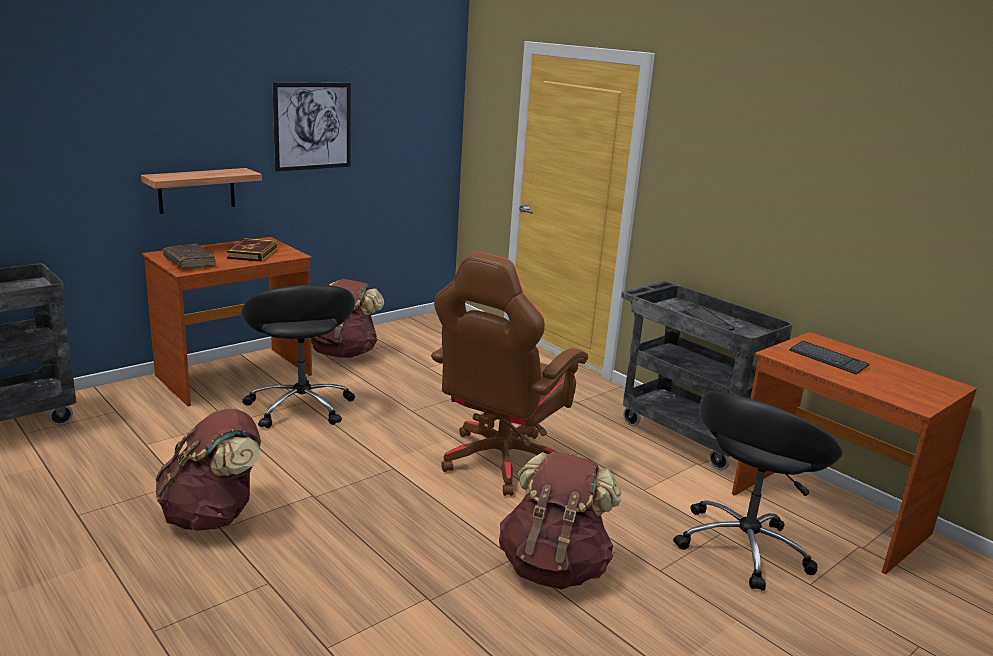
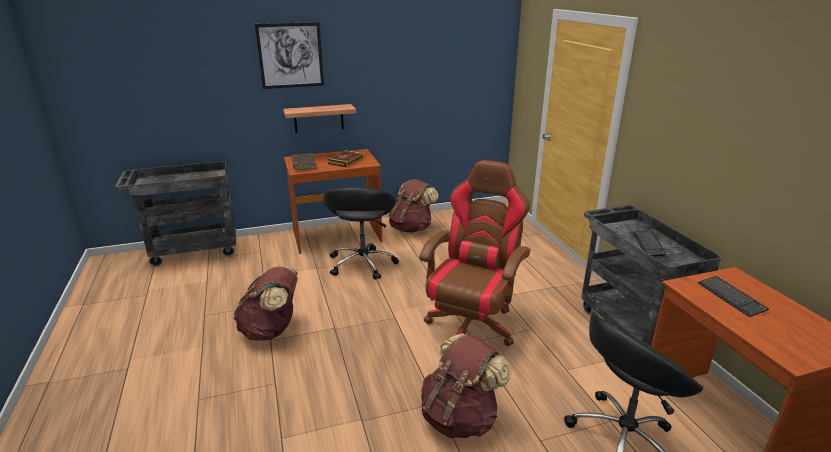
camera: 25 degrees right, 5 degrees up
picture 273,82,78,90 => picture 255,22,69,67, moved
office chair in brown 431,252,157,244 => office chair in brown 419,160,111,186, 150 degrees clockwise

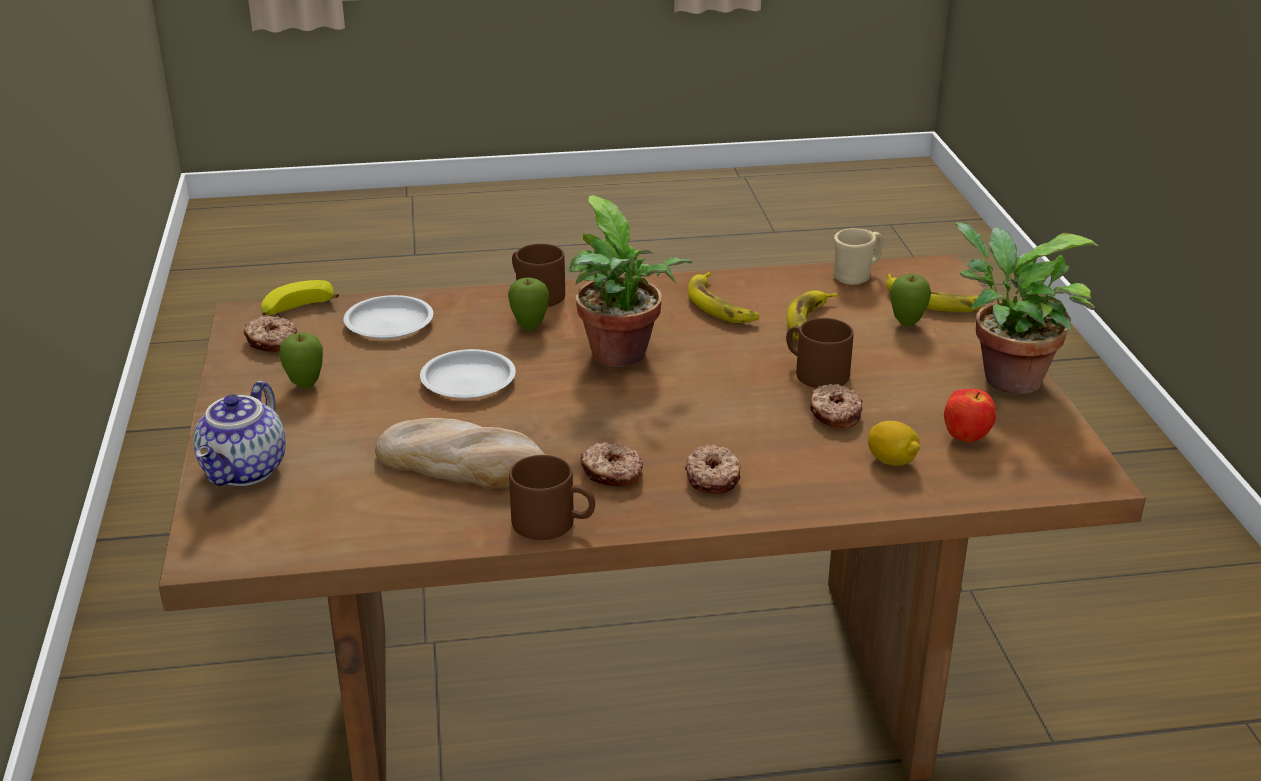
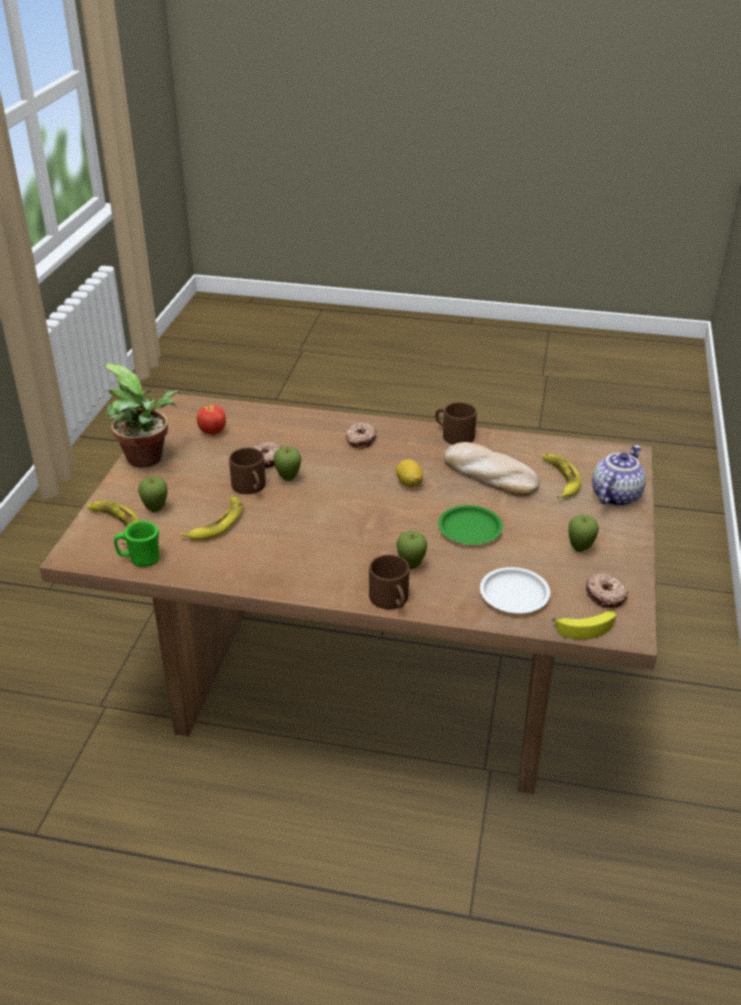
camera: 160 degrees left, 5 degrees up
potted plant 569,195,123,172 => nothing
mug in beige 833,228,50,57 => mug in green 114,521,46,46
banana 688,272,71,51 => banana 542,454,40,44, moved
plate in white 420,349,96,50 => plate in green 438,505,65,39
lemon 868,421,52,45 => lemon 396,459,27,28, moved
donut 580,442,63,45 => nothing
nothing => apple 273,446,28,35

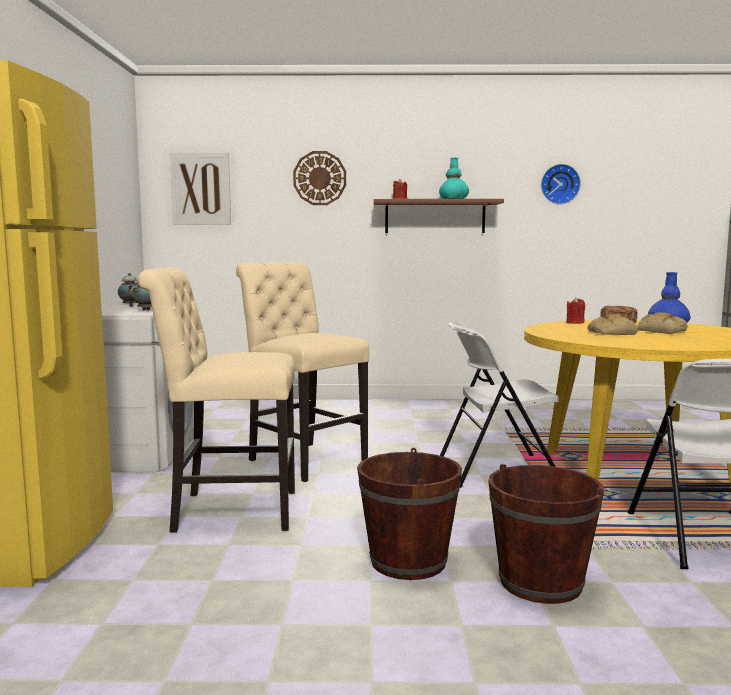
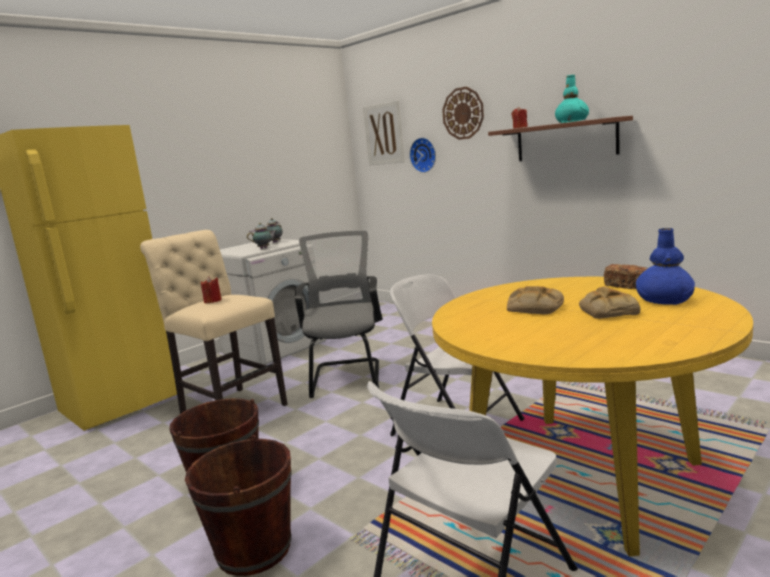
camera: 45 degrees right, 5 degrees up
wall clock 541,164,40,41 => wall clock 409,138,27,35, moved
stool in beige 236,262,133,220 => chair 295,230,88,168
candle in red 566,297,19,27 => candle in red 201,276,21,27, moved

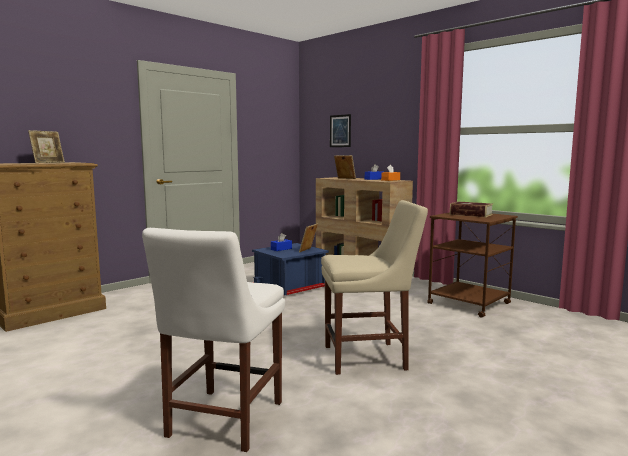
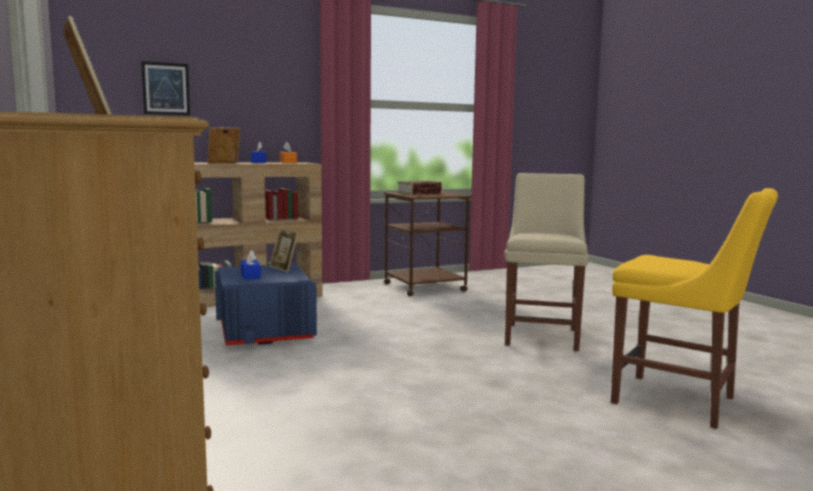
camera: 70 degrees left, 0 degrees up
chair in white 142,228,143,224 => chair in yellow 611,188,167,241

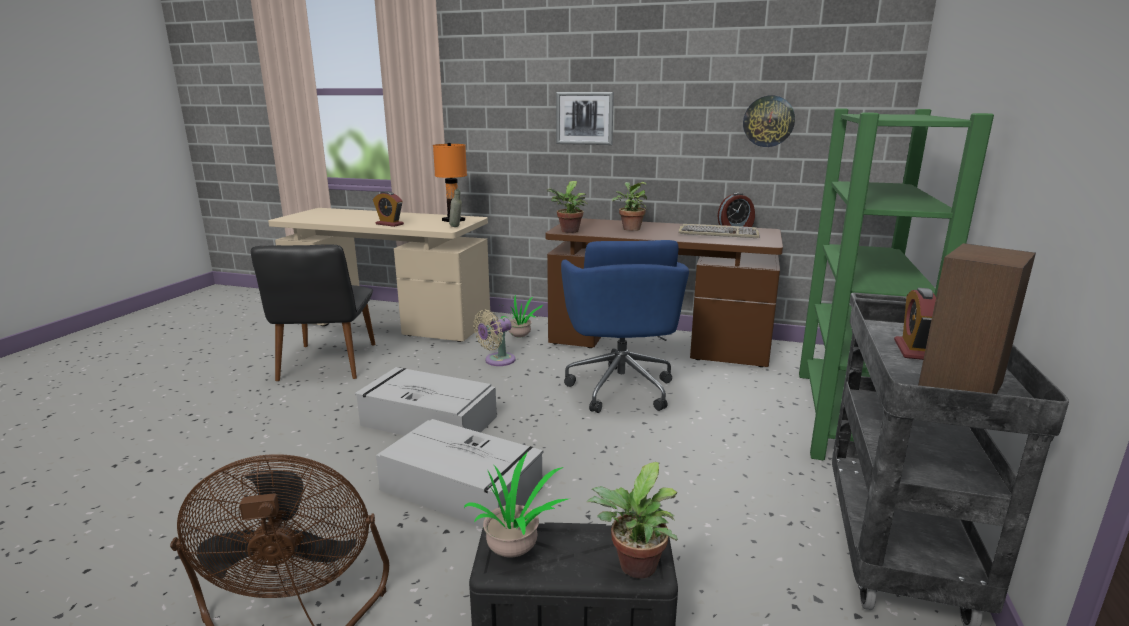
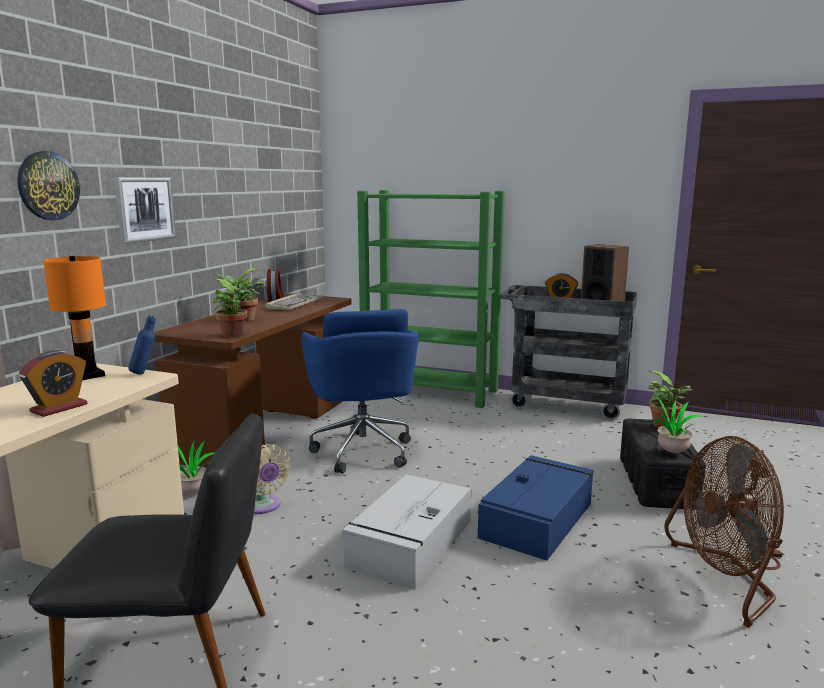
camera: 85 degrees left, 5 degrees down
wall clock 743,95,52,52 => wall clock 17,151,63,69, moved
bottle in grey 449,189,13,38 => bottle in blue 129,316,27,58
office chair in blue 561,240,128,173 => office chair in blue 301,309,118,165, 75 degrees clockwise
storage box in grey 376,419,168,109 => storage box in blue 478,455,116,105

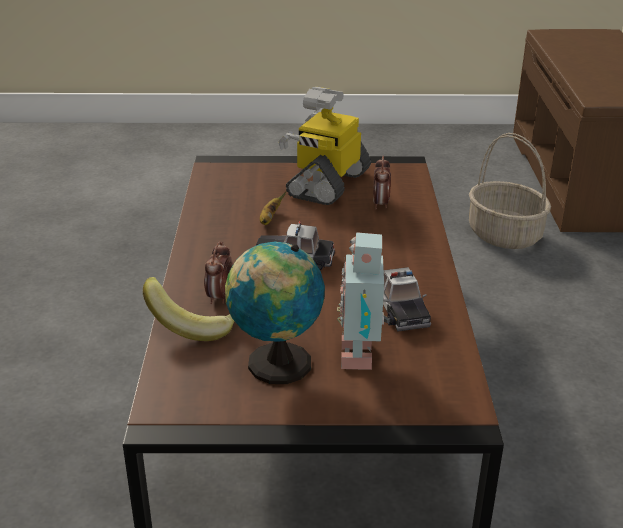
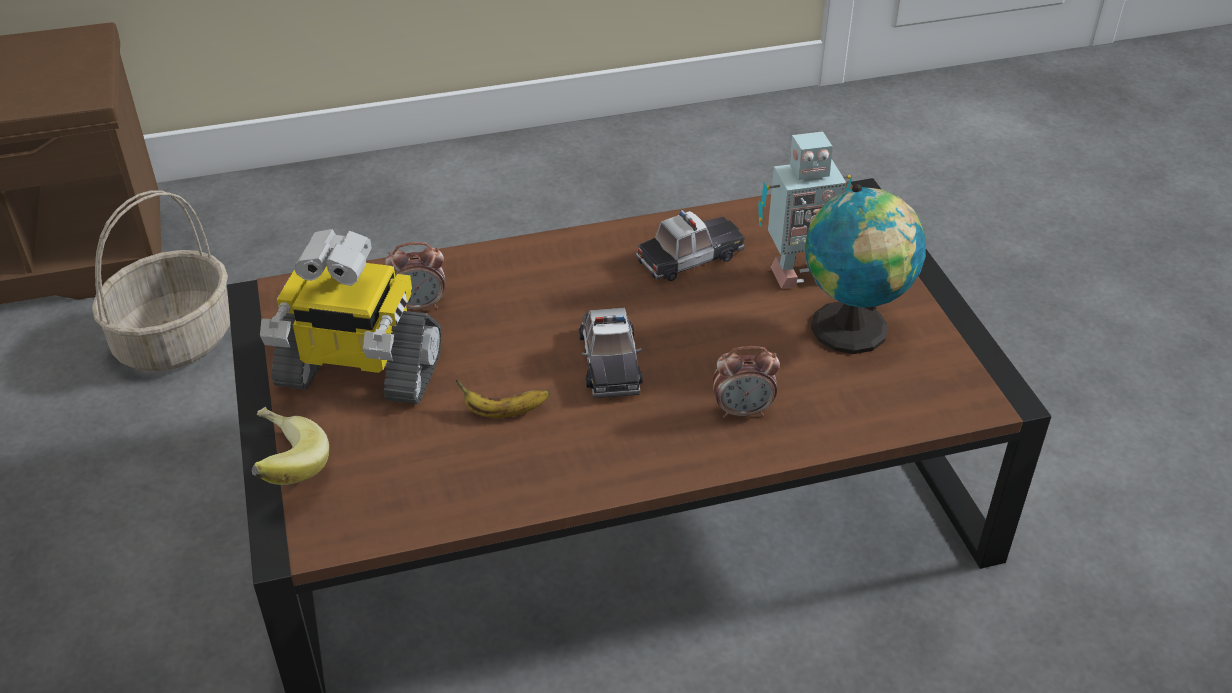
camera: 105 degrees left, 10 degrees up
banana 143,277,91,64 => banana 252,407,77,78, moved

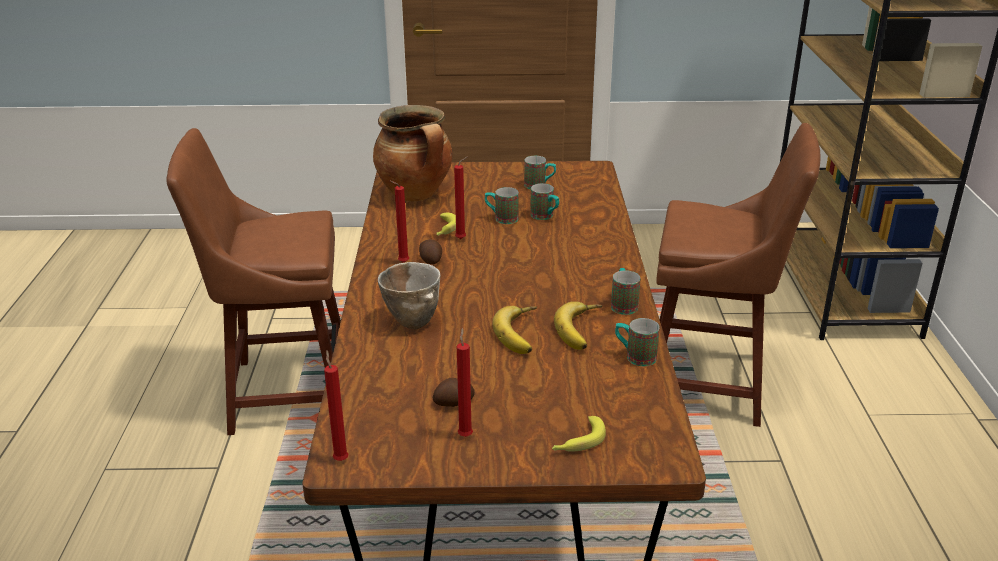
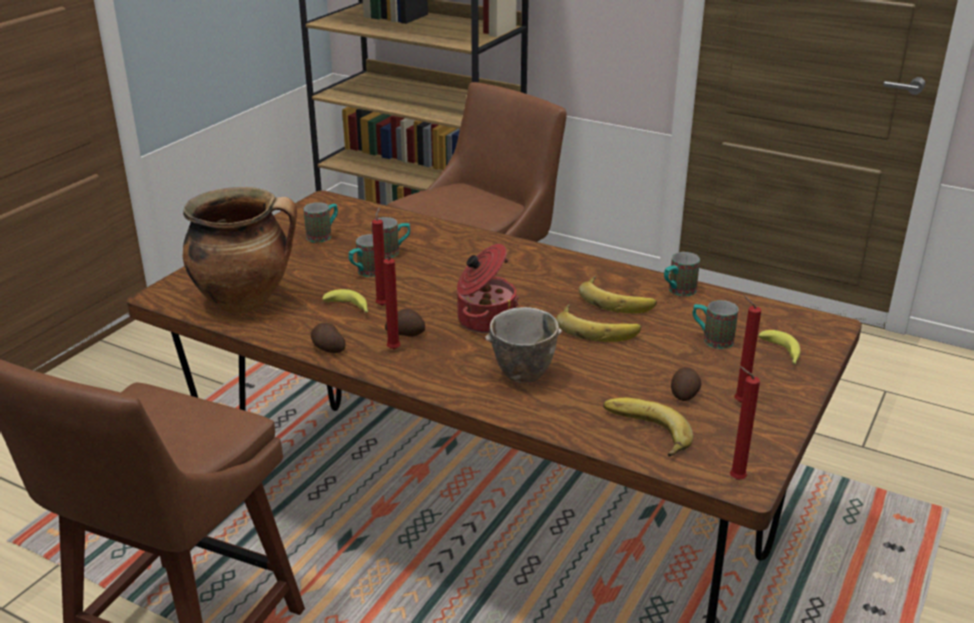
camera: 60 degrees left, 0 degrees up
mug 611,268,29,47 => mug 693,300,46,49, moved
nothing => cooking pot 457,244,62,89
nothing => potato 311,323,35,30
nothing => banana 603,398,90,59

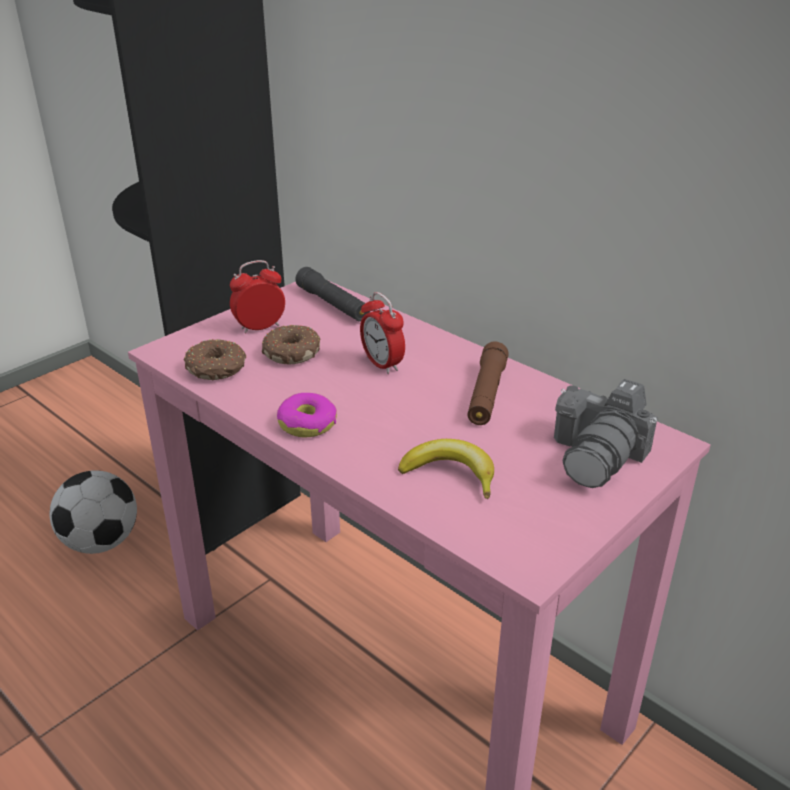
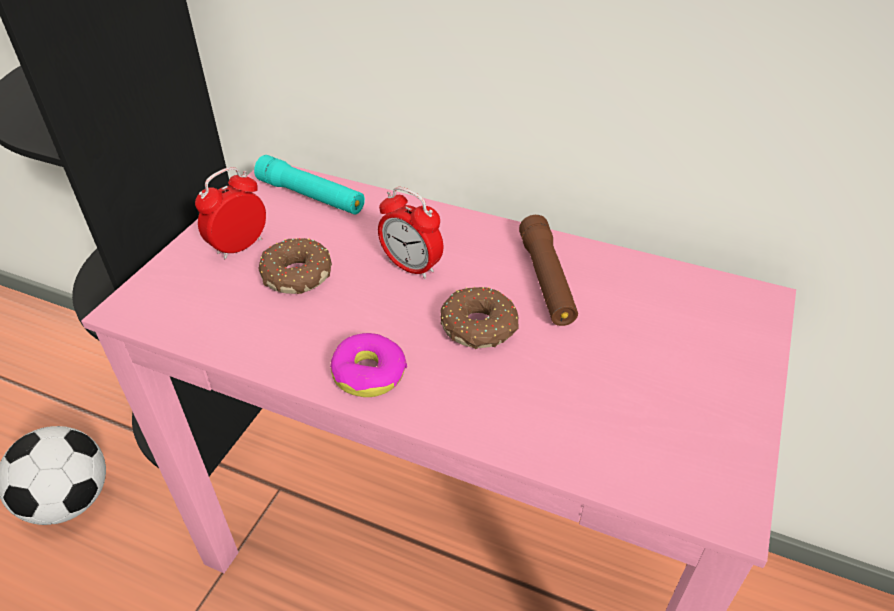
camera: 20 degrees left, 10 degrees up
flashlight in black 295,267,75,55 => flashlight in turquoise 254,155,111,59
donut 184,339,62,41 => donut 440,287,78,62, moved
photo camera 554,379,104,109 => nothing
banana 398,439,96,60 => nothing

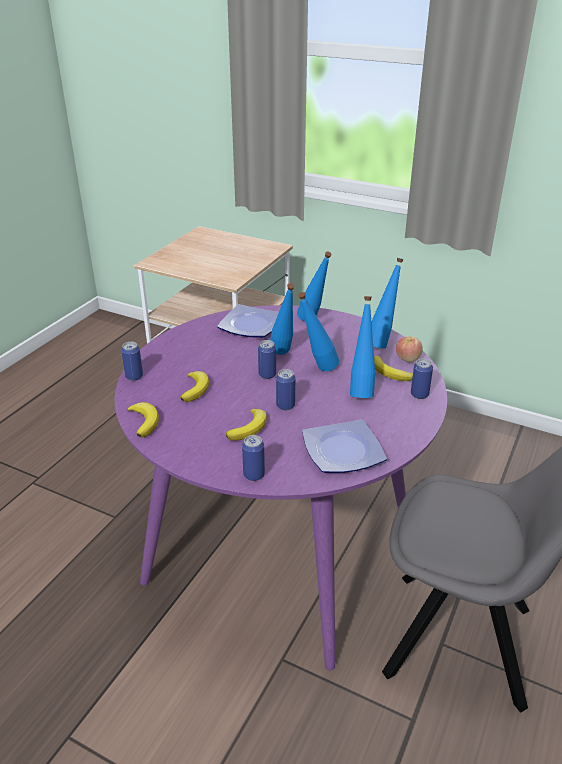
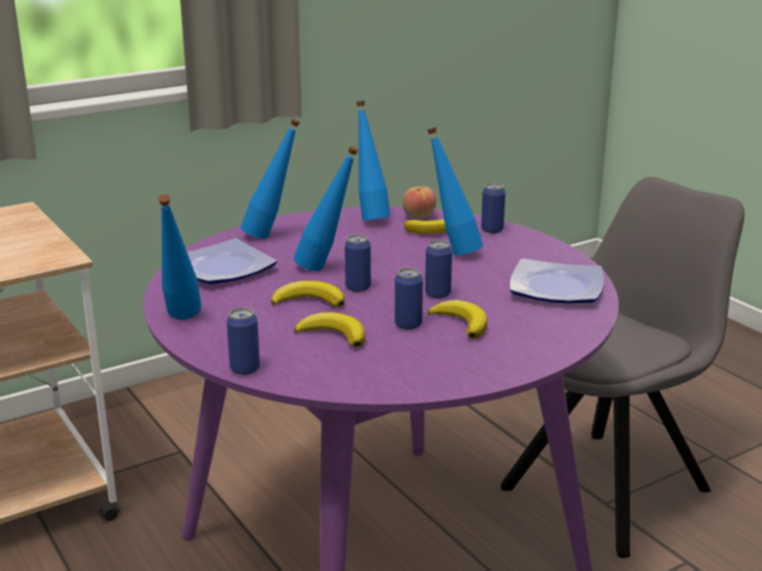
camera: 60 degrees left, 10 degrees down
bottle in blue 298,292,41,79 => bottle in blue 158,194,43,125, moved
banana 127,402,32,35 => banana 271,281,74,26, moved
can 242,435,23,46 => can 395,268,28,62, moved

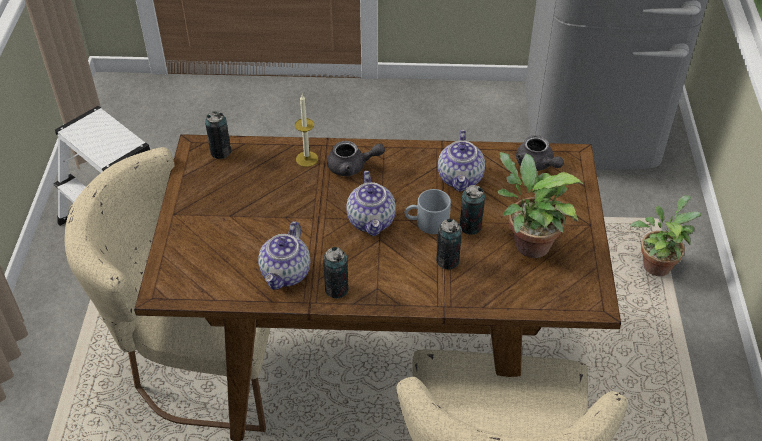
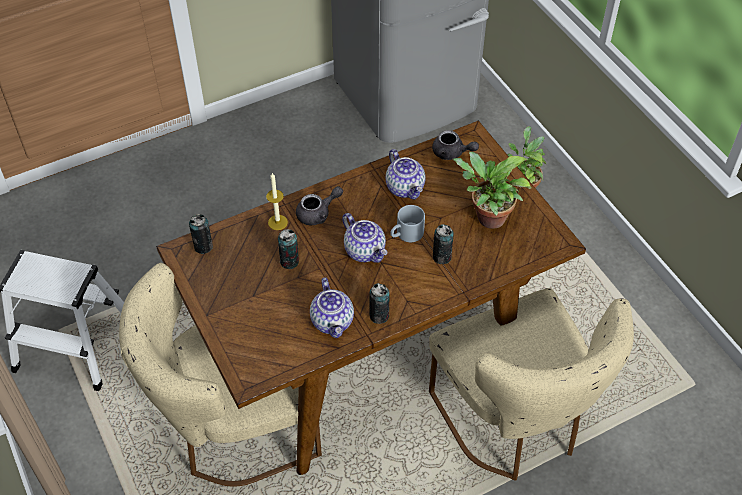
camera: 30 degrees left, 5 degrees up
can 459,185,26,50 => can 278,229,21,40, moved

